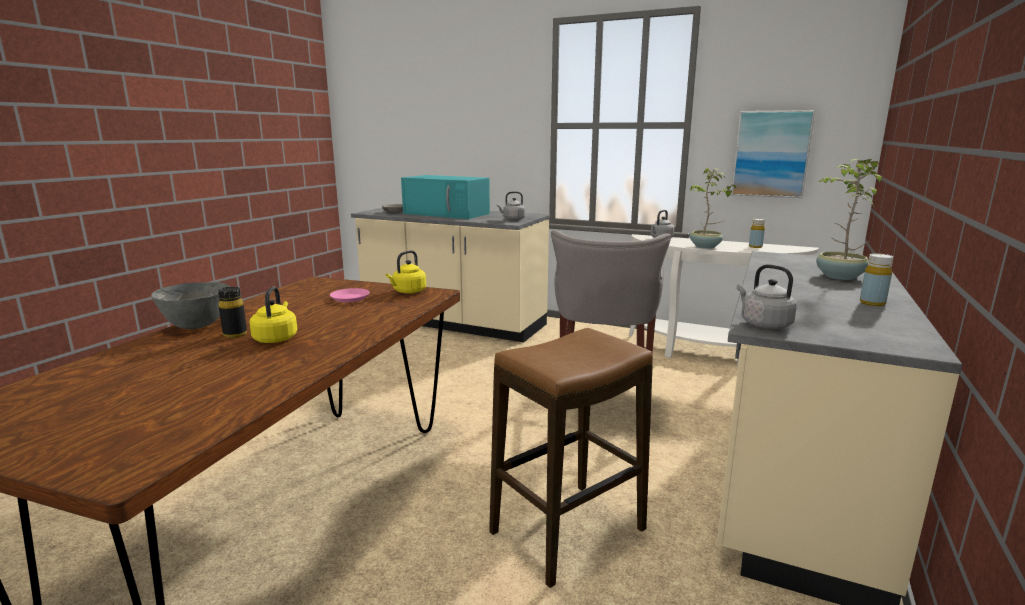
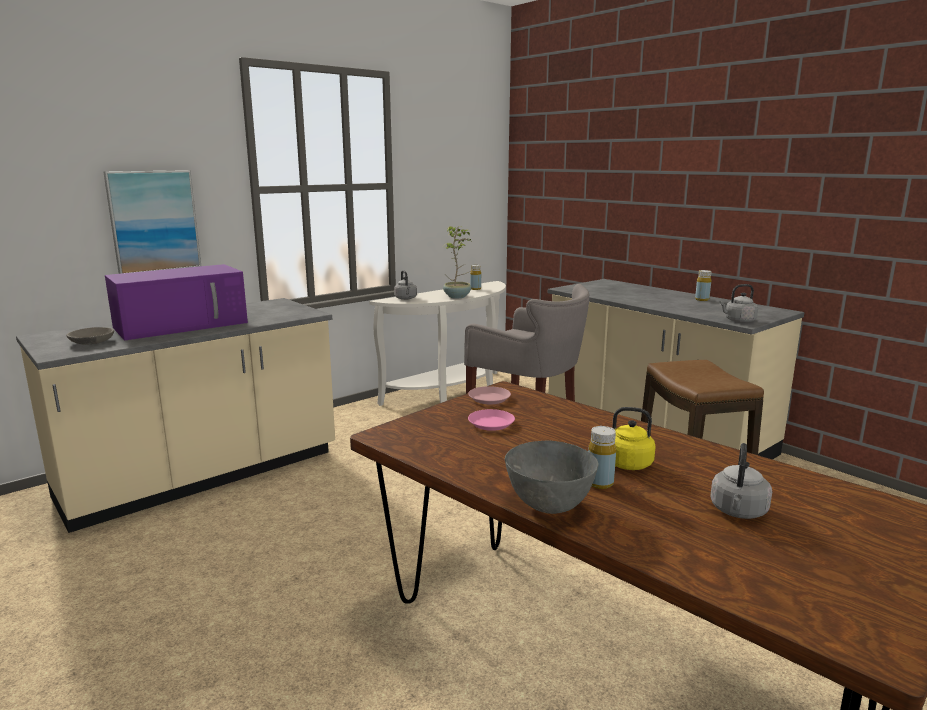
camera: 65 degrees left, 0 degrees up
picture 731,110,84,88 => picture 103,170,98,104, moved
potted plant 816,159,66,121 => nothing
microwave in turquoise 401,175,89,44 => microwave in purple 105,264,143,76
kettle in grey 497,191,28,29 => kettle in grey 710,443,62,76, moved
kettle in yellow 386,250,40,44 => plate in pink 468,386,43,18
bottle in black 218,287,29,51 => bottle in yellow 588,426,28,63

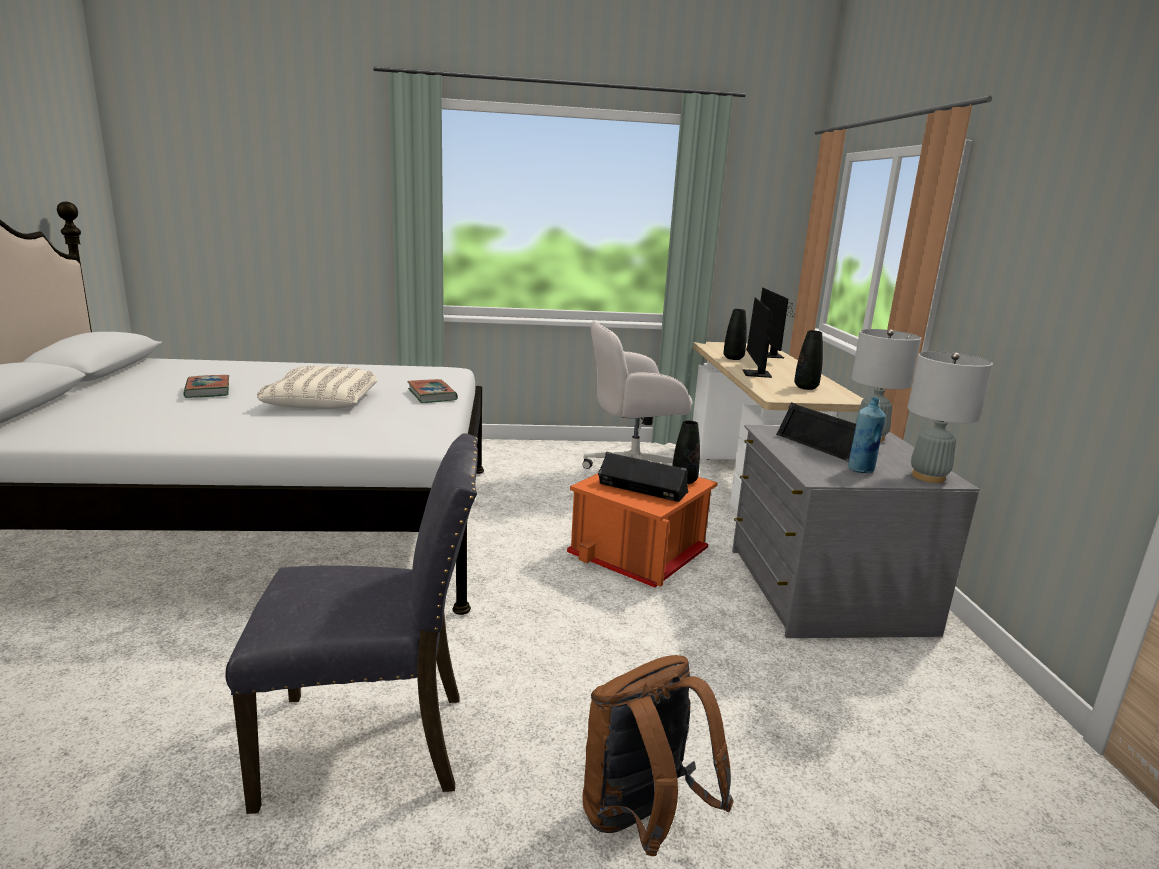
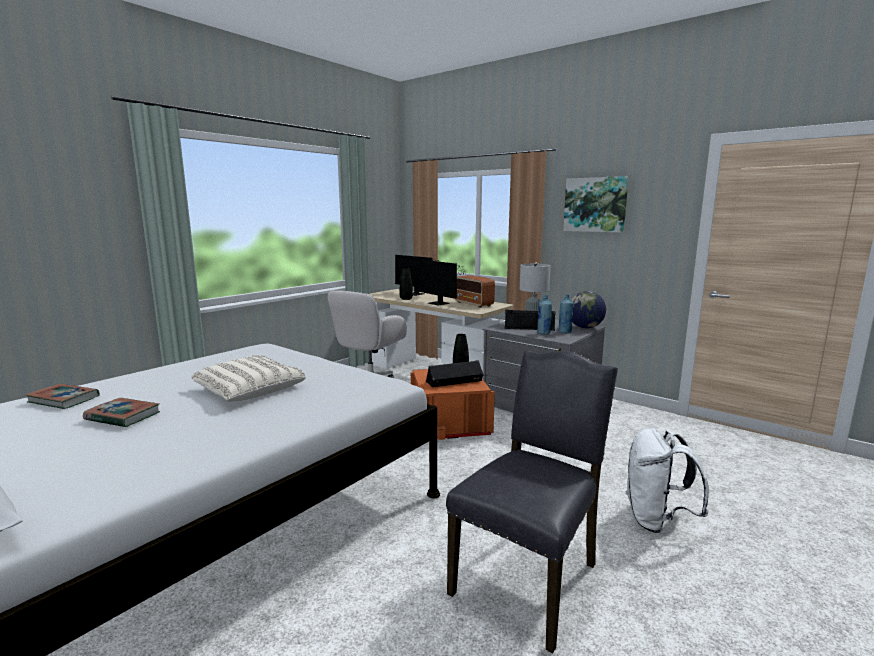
camera: 45 degrees left, 5 degrees down
vase in black 794,330,29,60 => radio 455,275,40,33
table lamp in grey 907,351,86,132 => globe 571,291,35,37
book 407,379,51,24 => book 25,384,75,25, moved
backpack in brown 582,655,152,201 => backpack in white 625,428,84,105
nothing => picture 563,176,66,57
nothing => bottle in blue 537,295,15,40

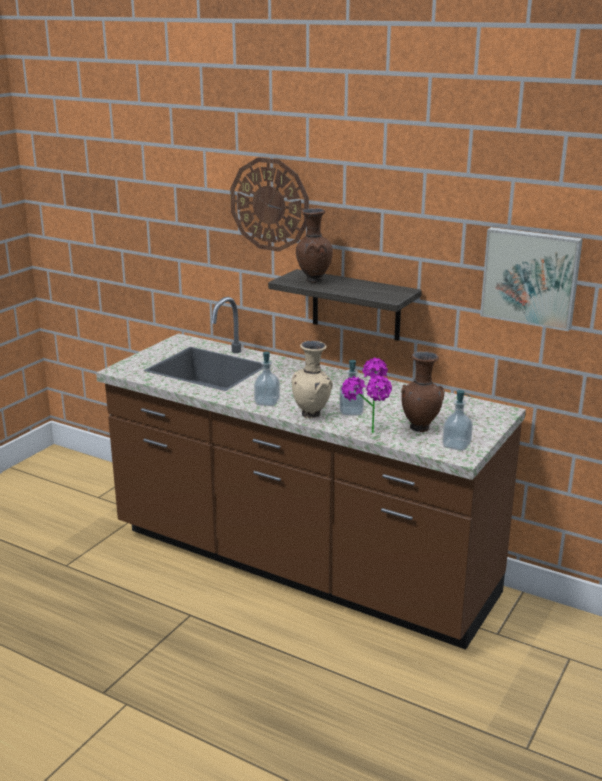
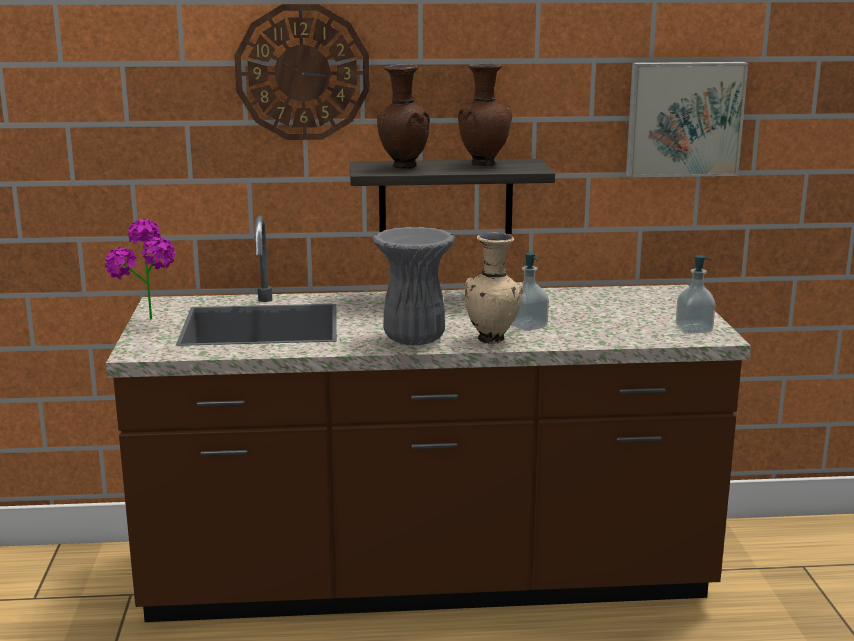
camera: 35 degrees left, 5 degrees down
soap dispenser 254,351,26,55 => vase in grey 372,227,84,118
vase in brown 401,351,43,81 => vase in brown 458,63,54,103, moved
potted plant 341,358,51,75 => potted plant 105,219,71,100, moved

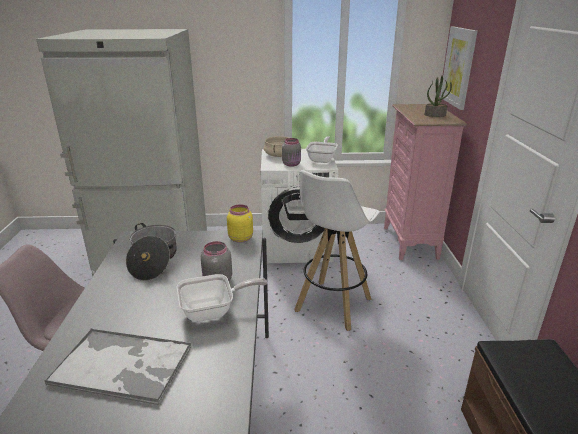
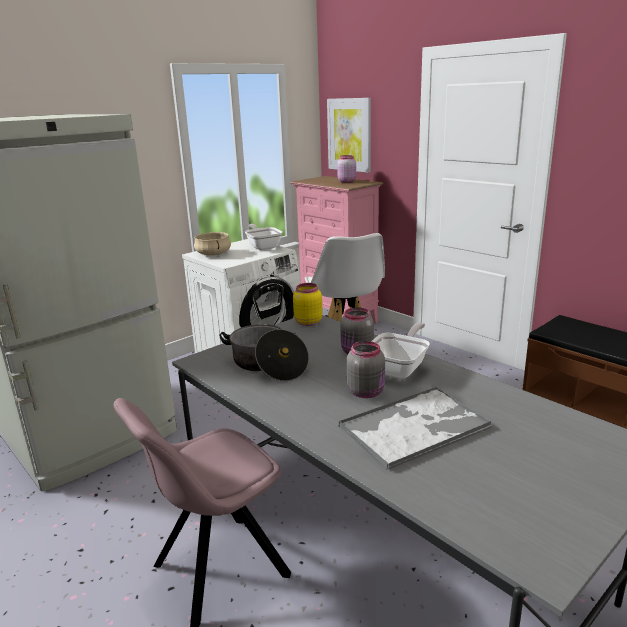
camera: 40 degrees left, 5 degrees down
potted plant 425,76,27,41 => jar in pink 337,155,19,28
jar in grey 282,138,19,29 => jar in grey 347,341,38,57, moved

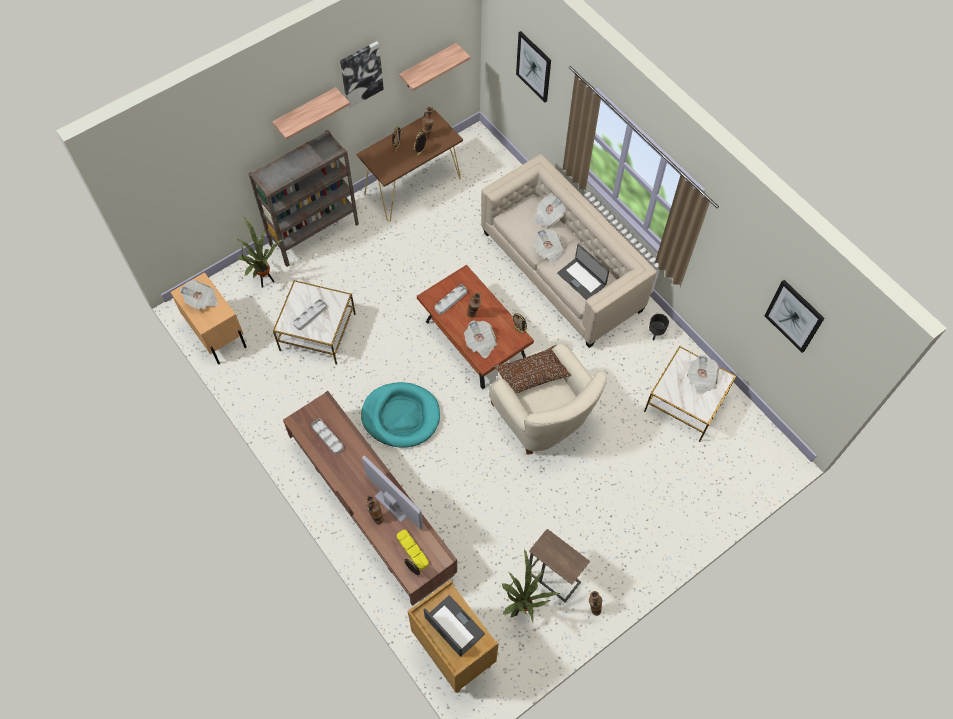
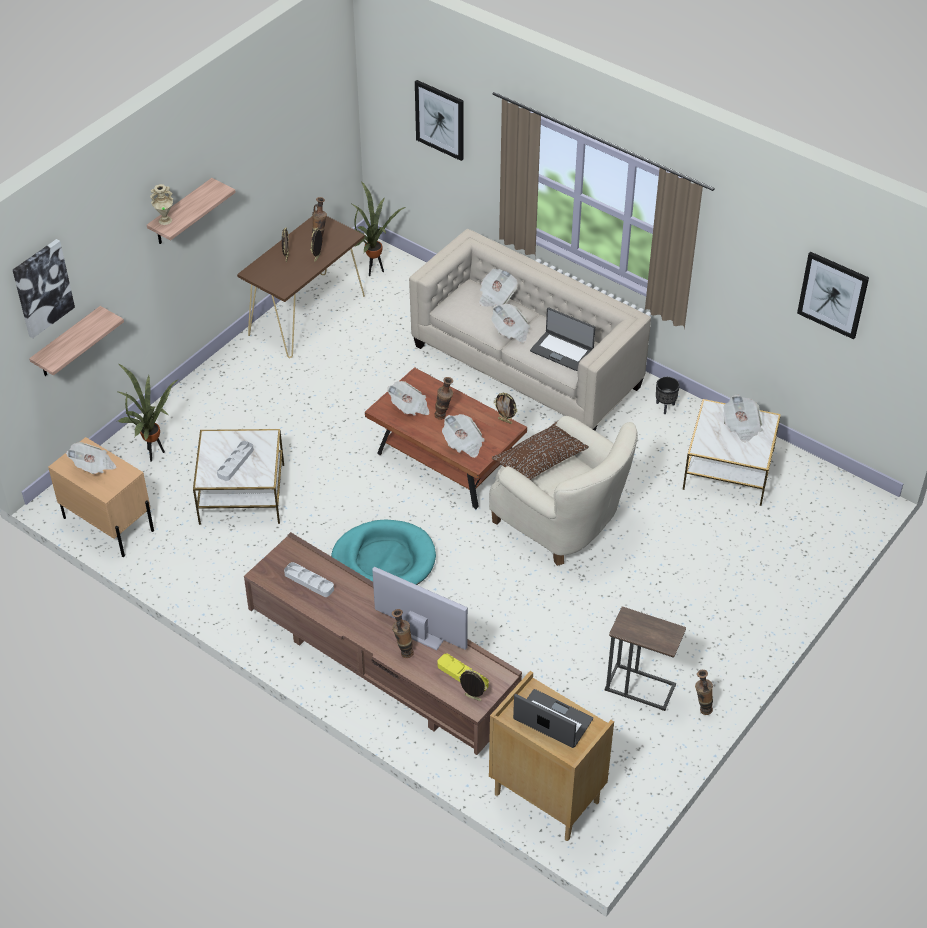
camera: 15 degrees left, 15 degrees down
picture 340,41,44,67 => picture 13,239,62,99, moved
shelf 399,43,71,48 => shelf 29,306,95,70, moved
bookcase in grey 248,130,111,137 => nothing
tray in grey 435,284,32,30 => newspaper 387,381,43,35
potted plant 501,548,60,74 => potted plant 352,181,54,95, moved
nothing => vase in beige 150,184,23,41

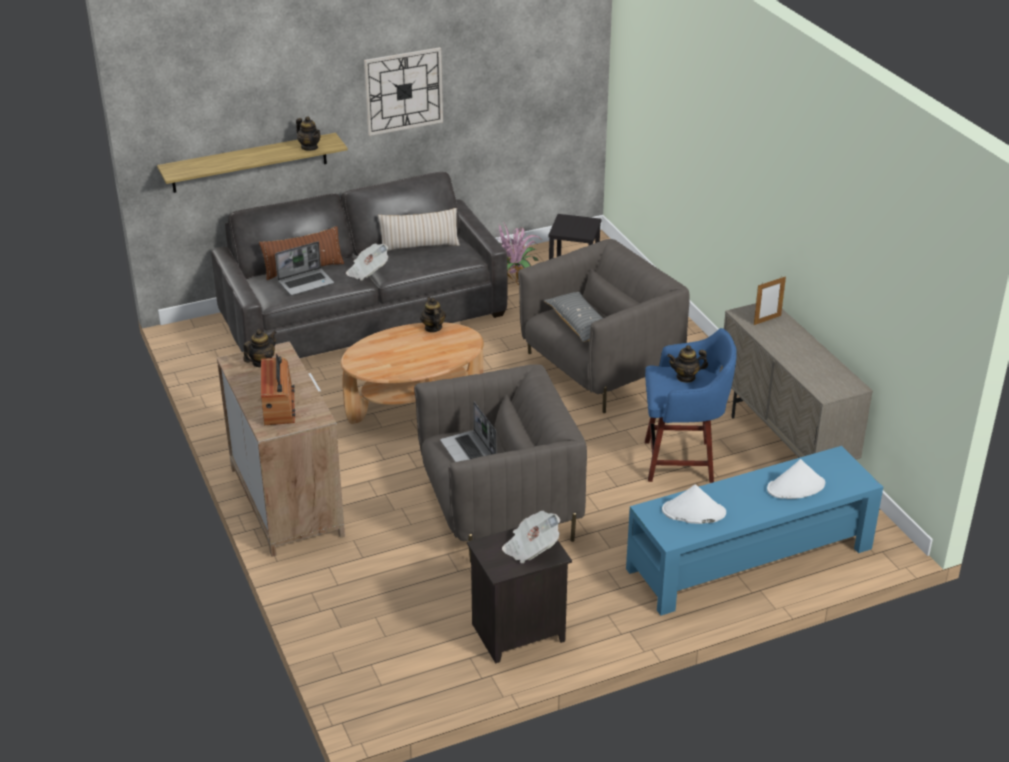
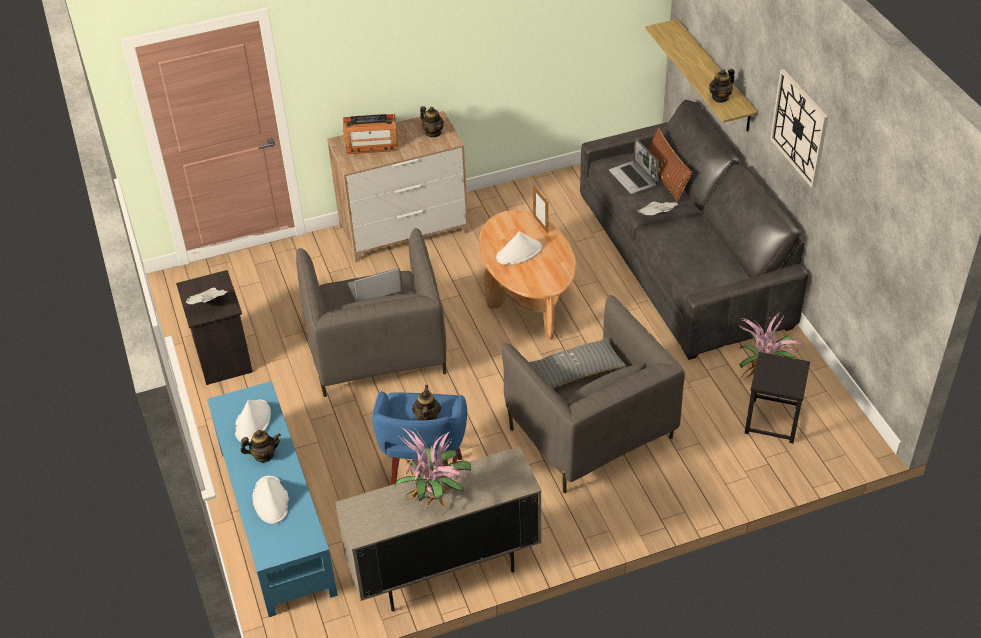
camera: 95 degrees right, 10 degrees up
pillow in beige 378,208,82,43 => nothing
picture frame 754,276,32,49 => picture frame 533,185,15,48, moved
teapot 420,297,26,35 => teapot 240,430,41,33, moved
nothing => hat in white 496,231,46,34
nothing => potted plant 394,426,77,90

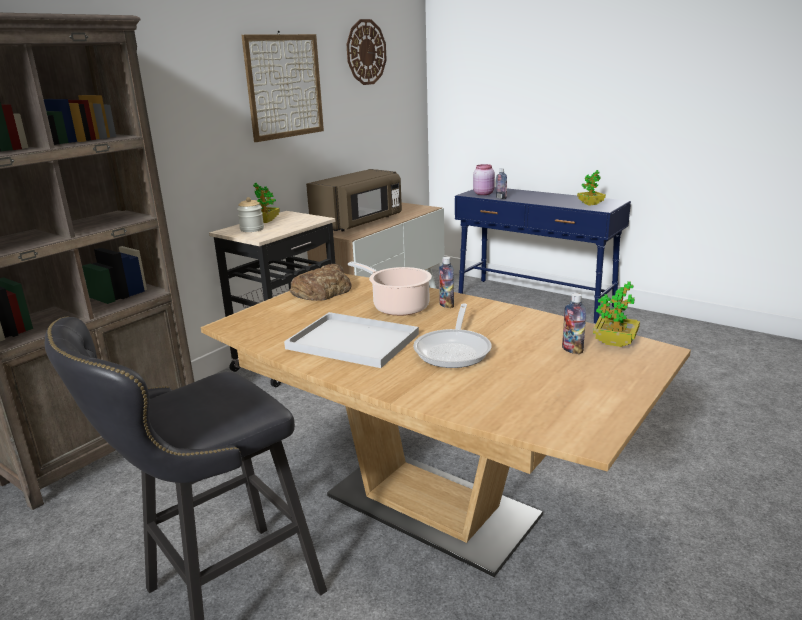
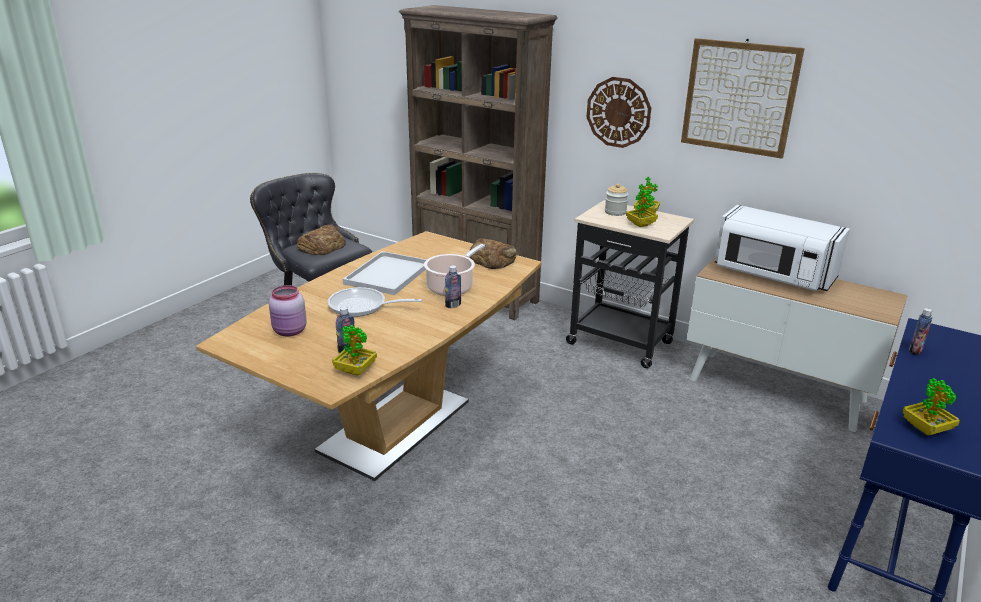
camera: 85 degrees right, 5 degrees up
wall clock 346,19,41,66 => wall clock 586,77,65,71, moved
jar in pink 473,164,22,31 => jar in pink 269,285,38,52, moved
microwave in brown 306,169,96,62 => microwave in white 715,205,135,86
nothing => potted plant 626,189,32,38
nothing => bread 297,224,49,31

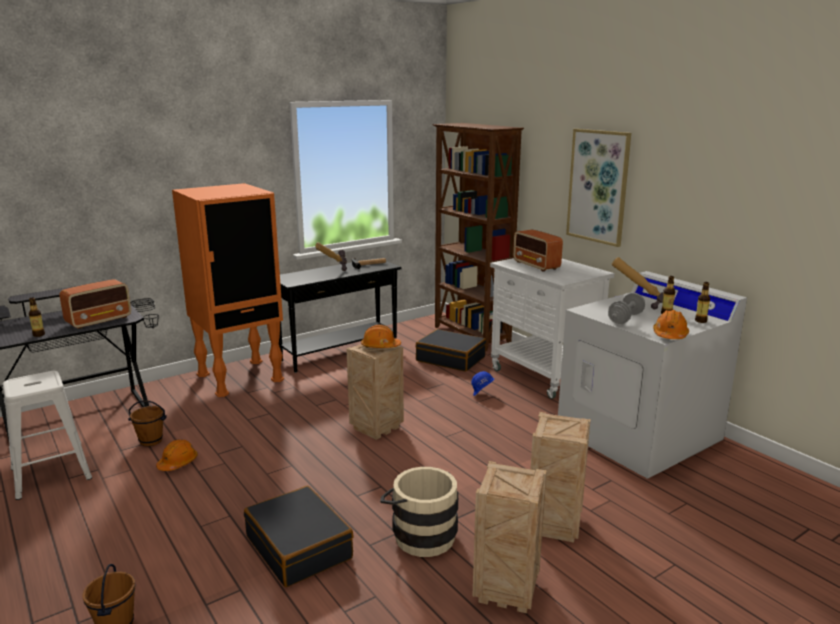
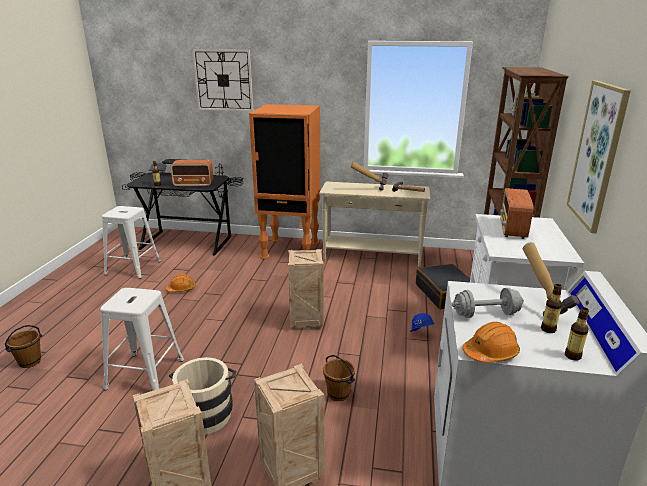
camera: 45 degrees right, 5 degrees up
console table in black 279,258,123,115 => console table in beige 319,182,111,85
hard hat in orange 361,325,40,23 => nothing
bucket in brown 128,401,39,45 => bucket in brown 323,355,32,46, moved
suitcase in black 244,485,110,102 => stool in white 100,288,84,103
nothing => wall clock 192,49,61,62

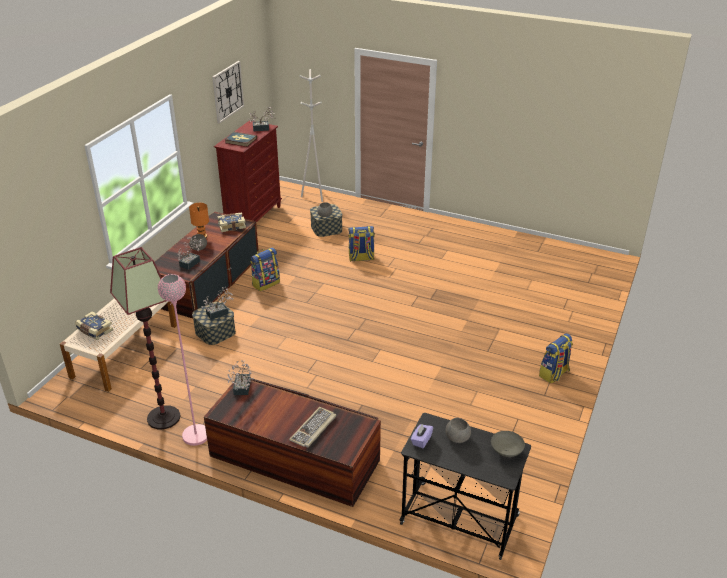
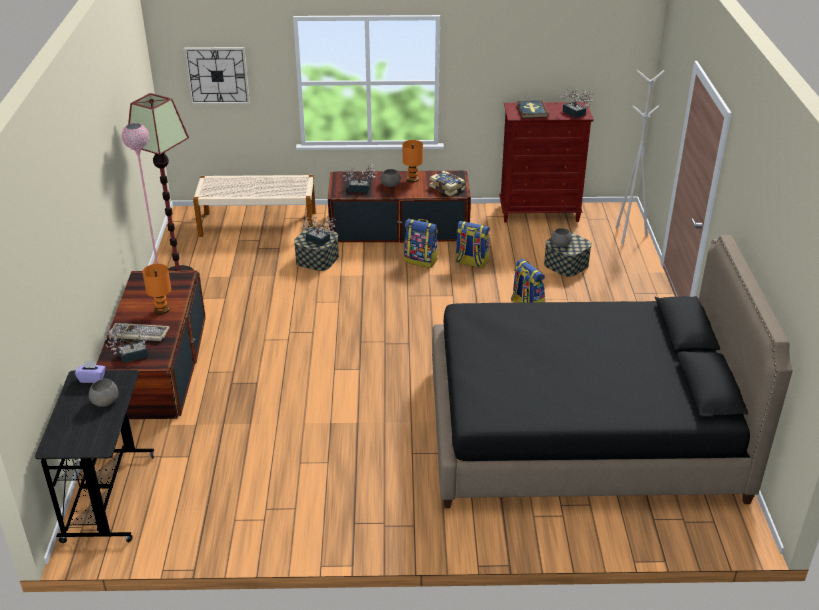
camera: 65 degrees right, 0 degrees up
wall clock 212,61,32,63 => wall clock 184,47,66,58, moved
book 75,312,38,28 => nothing
backpack 539,333,34,50 => backpack 455,221,35,48, moved
potted plant 227,361,26,34 => potted plant 106,326,46,37, moved
bowl in grey 491,431,34,26 => nothing
nothing => bed in black 432,235,361,273
nothing => table lamp in orange 142,264,29,50

